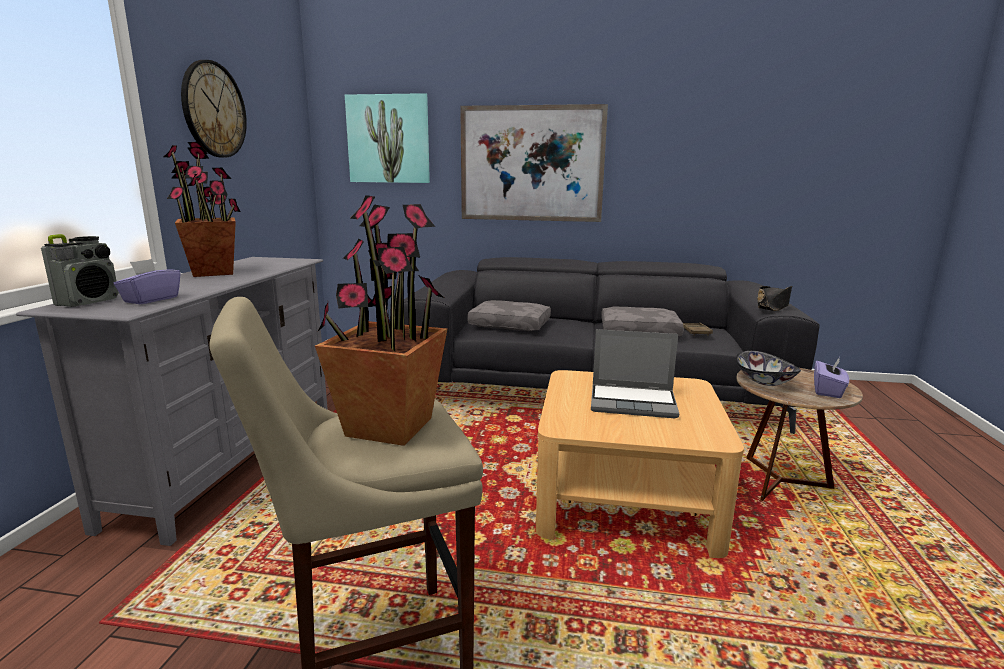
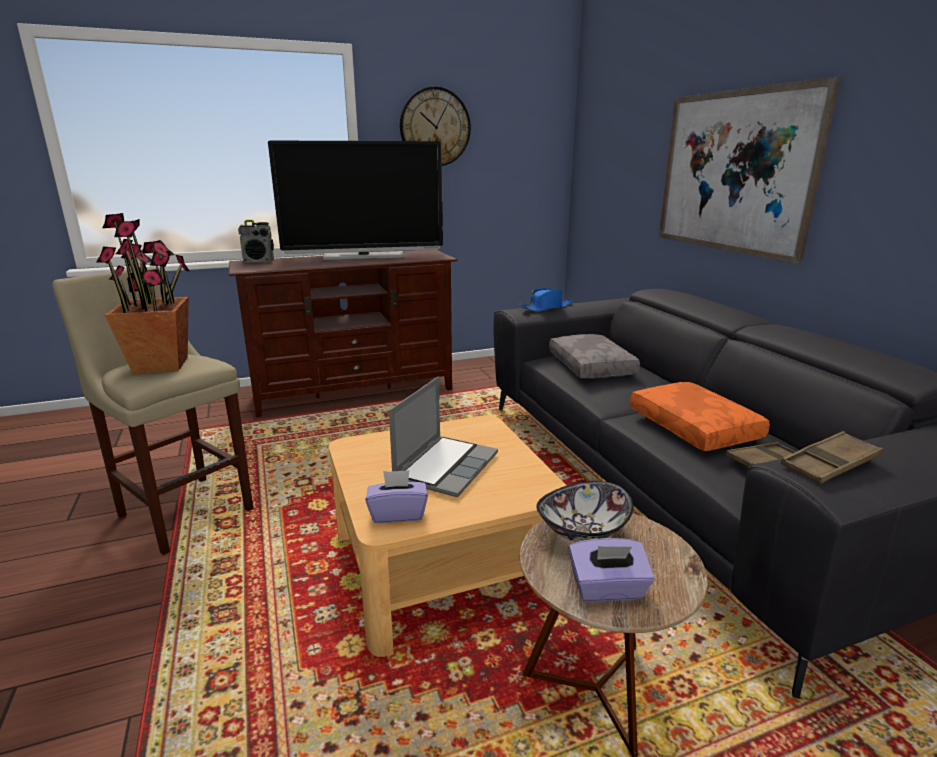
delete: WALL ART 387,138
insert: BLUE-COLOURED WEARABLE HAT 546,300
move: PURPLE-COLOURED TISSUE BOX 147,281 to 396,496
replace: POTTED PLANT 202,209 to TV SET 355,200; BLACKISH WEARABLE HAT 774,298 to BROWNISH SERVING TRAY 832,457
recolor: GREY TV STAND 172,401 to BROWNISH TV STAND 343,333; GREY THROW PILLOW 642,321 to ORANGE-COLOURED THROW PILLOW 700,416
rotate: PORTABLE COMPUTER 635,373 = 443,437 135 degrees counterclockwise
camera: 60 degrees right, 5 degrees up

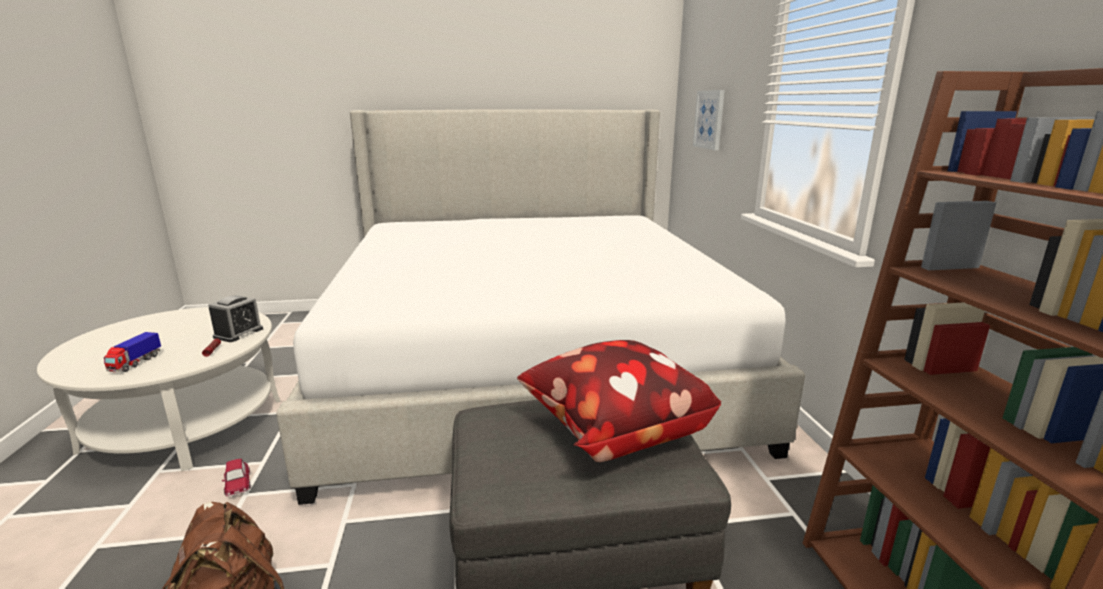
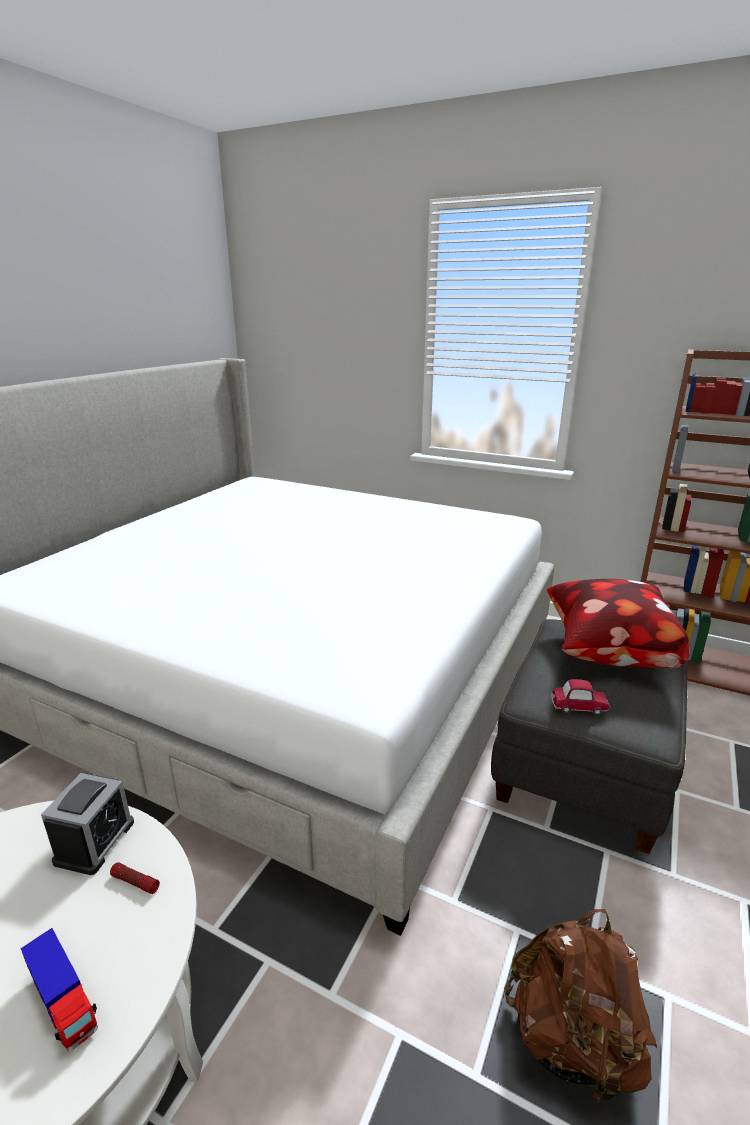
delete: WALL ART 709,120
move: TOY CAR 236,478 to 580,697
rotate: ALARM CLOCK 235,318 = 87,824 45 degrees clockwise
camera: 55 degrees left, 5 degrees up

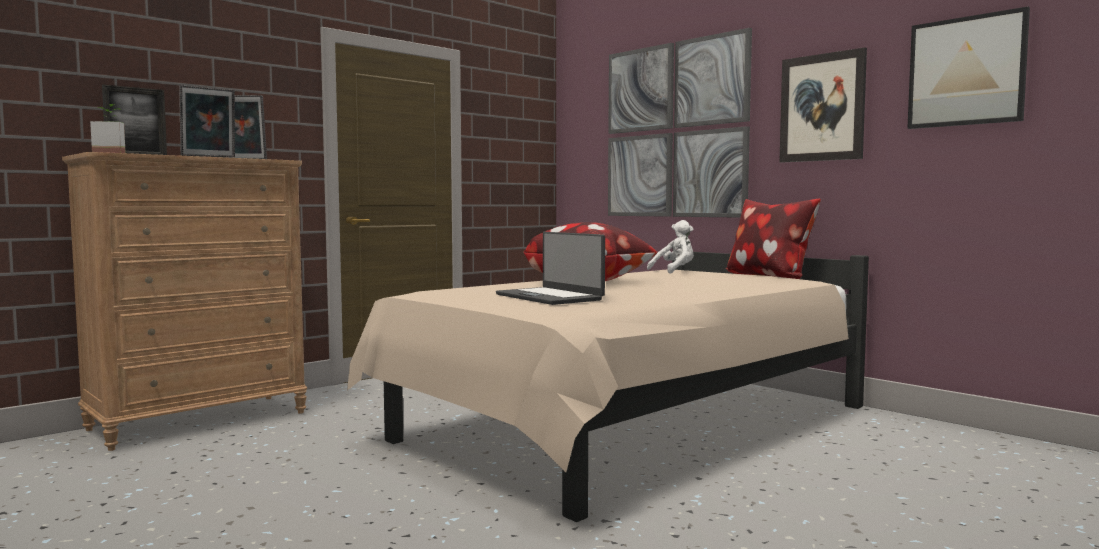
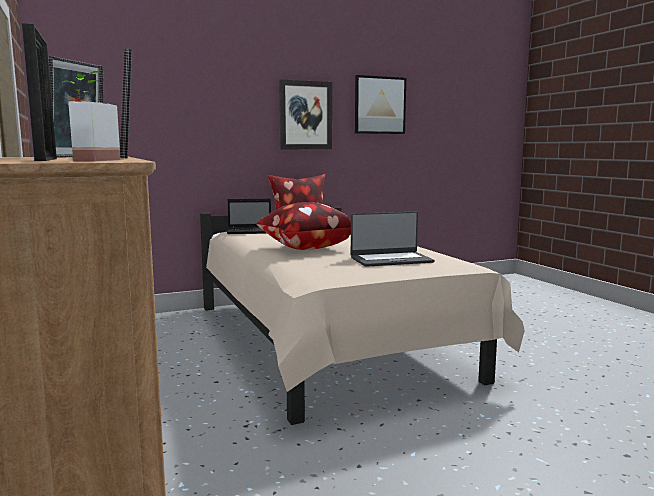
delete: WALL ART 680,123
replace: WHITE SOFT TOY 670,247 to PORTABLE COMPUTER 249,216
camera: 70 degrees left, 5 degrees up

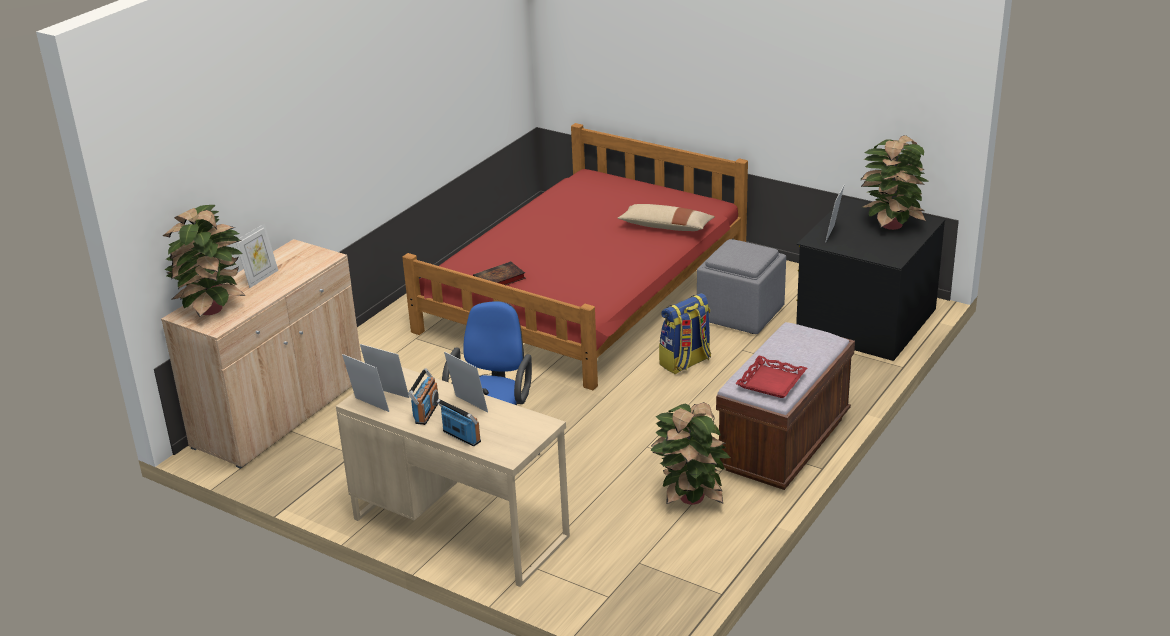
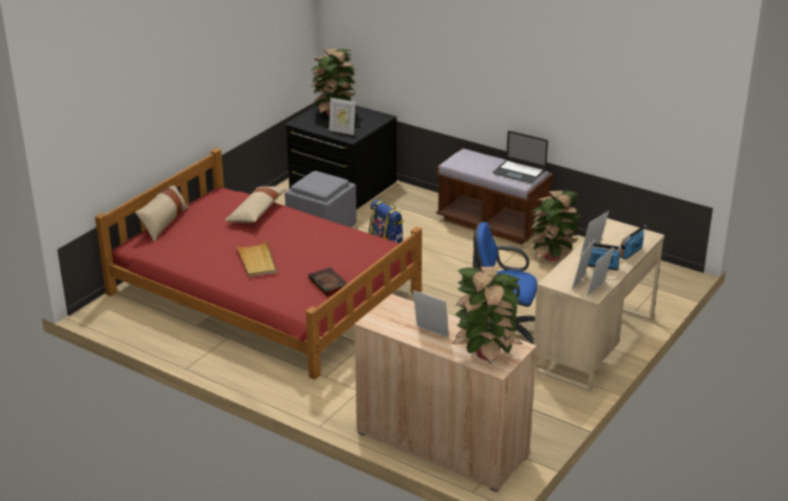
insert: BEIGE THROW PILLOW 161,213; BEIGE SERVING TRAY 256,259
replace: RED SERVING TRAY 771,377 to PORTABLE COMPUTER 520,157
camera: 90 degrees left, 0 degrees up

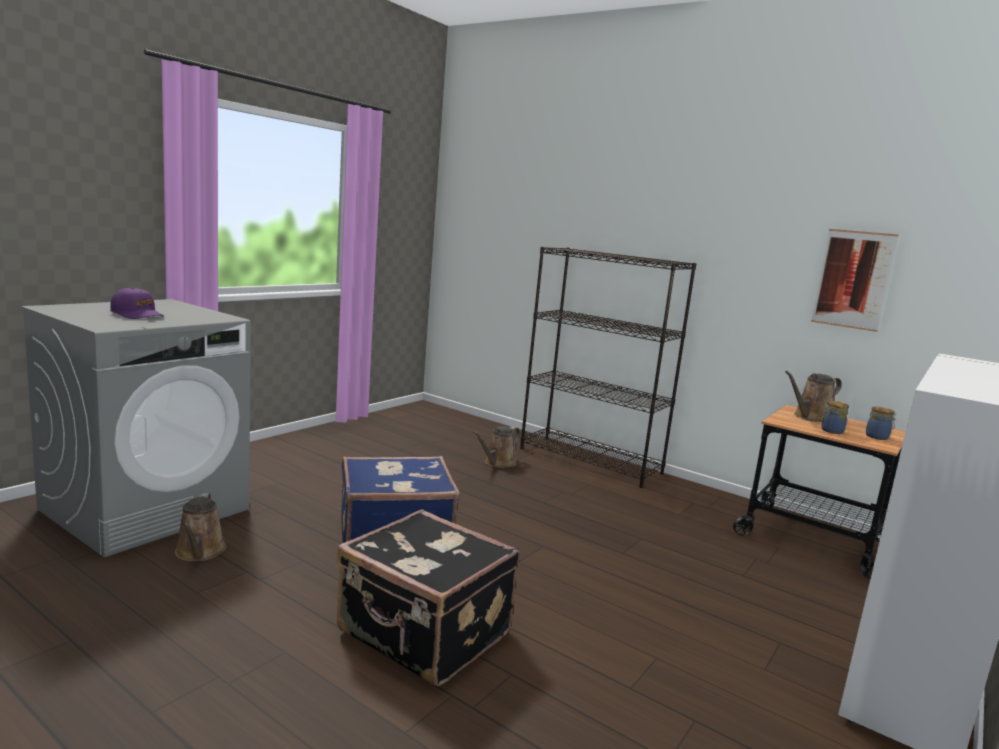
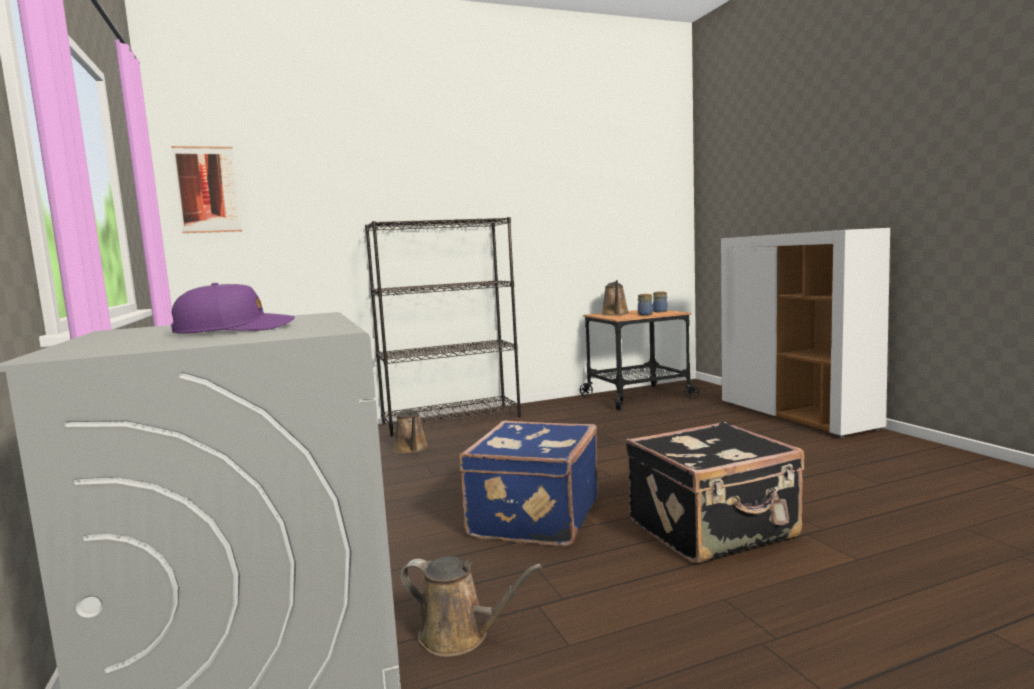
move: WALL ART 855,280 to 206,189
camera: 55 degrees left, 5 degrees down

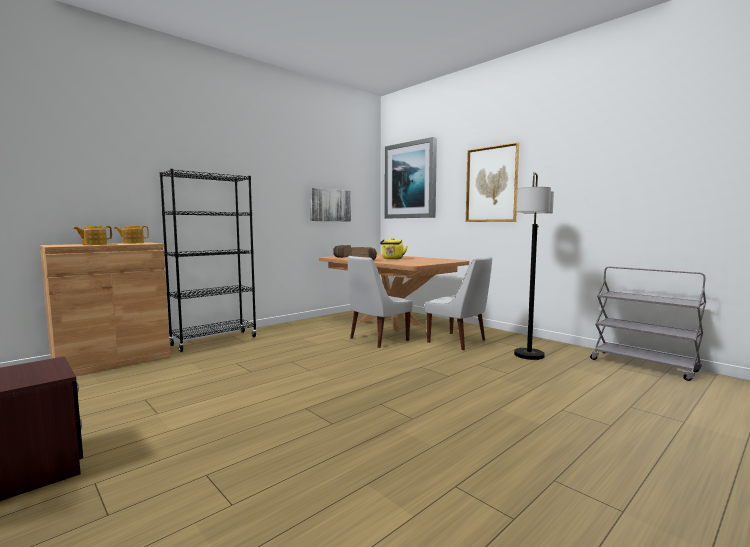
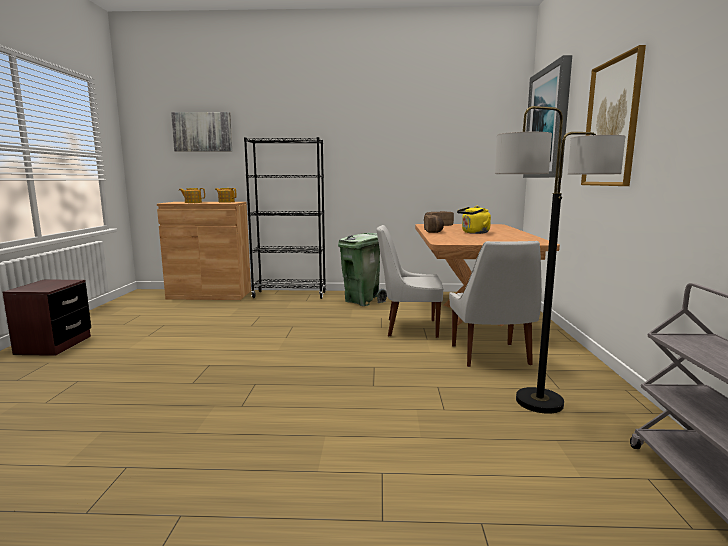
insert: GREEN-COLOURED TRASH CAN 362,269
move: WALL ART 330,204 to 201,132
camera: 45 degrees right, 5 degrees up

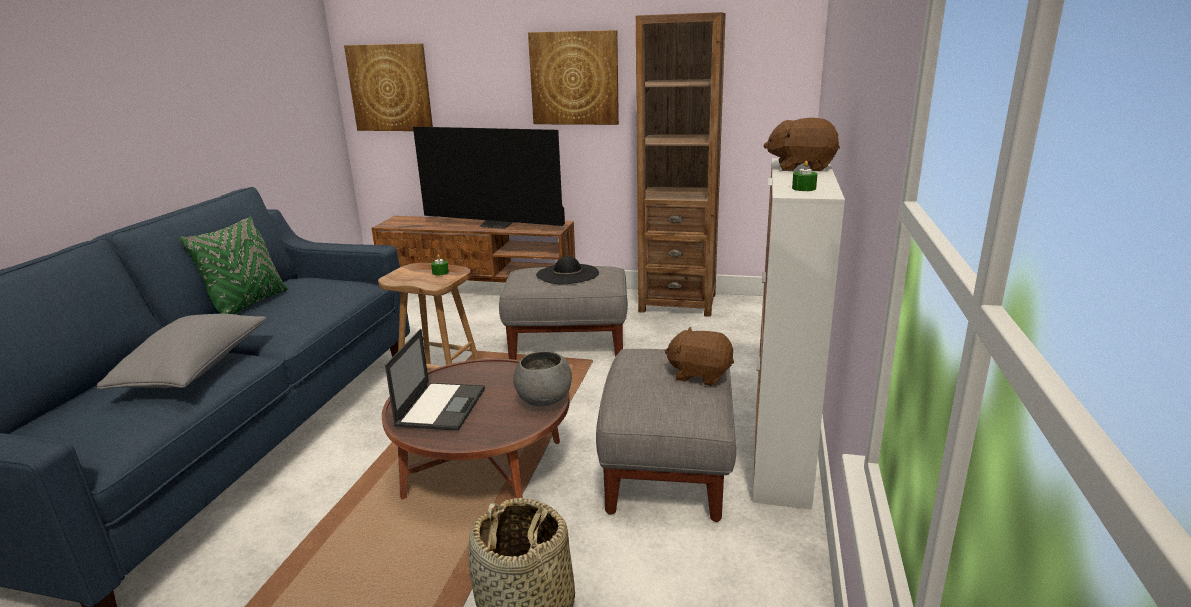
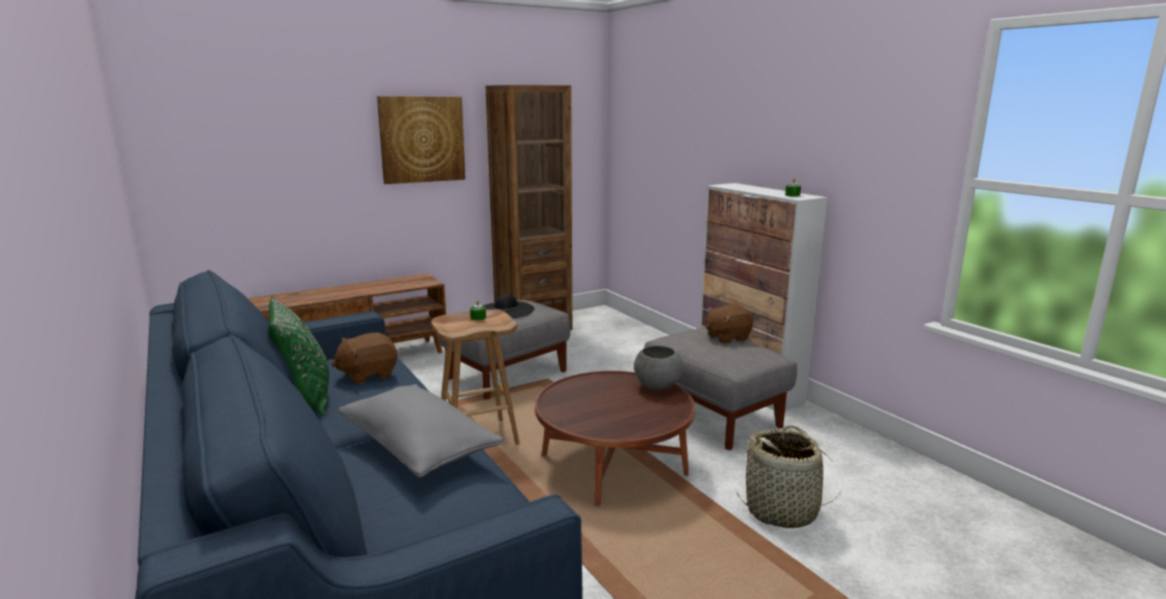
delete: WALL ART 388,87; TV SET 489,178; PORTABLE COMPUTER 435,380
move: BROWNISH SOFT TOY 802,144 to 364,358
camera: 45 degrees left, 5 degrees down

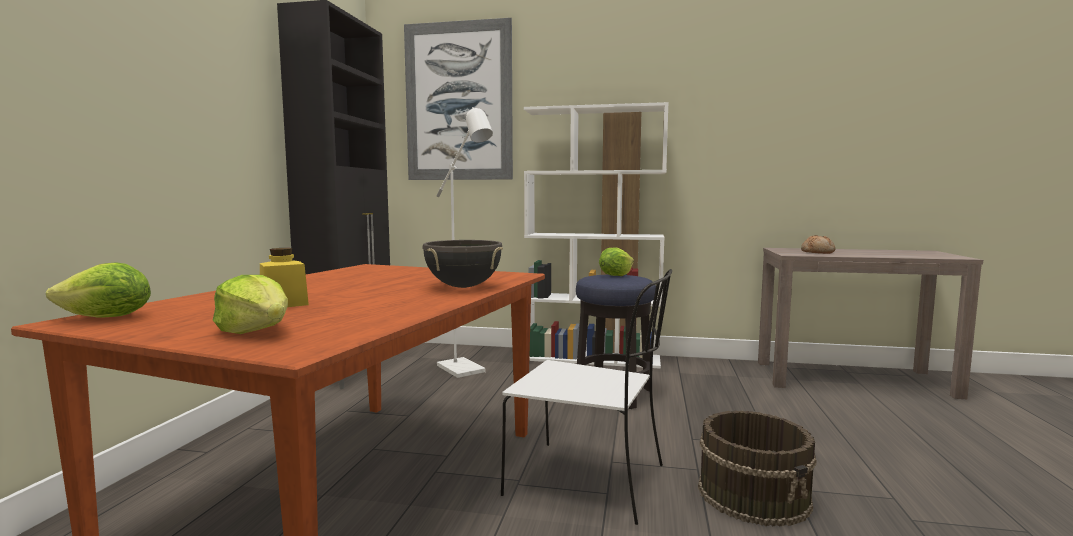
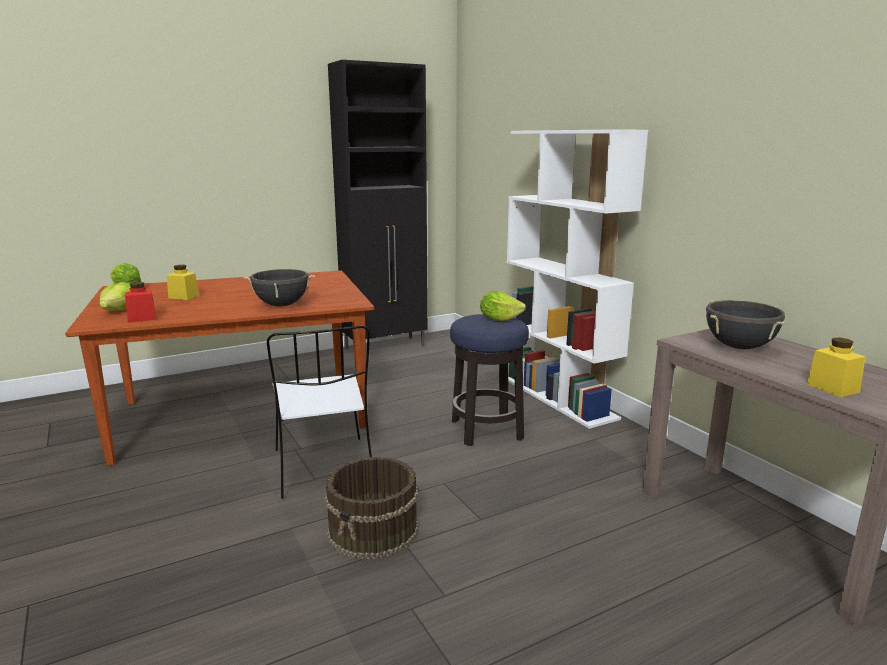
delete: WALL ART 458,99; WHITE FLOOR LAMP 464,242
insert: RED JAR 140,302; YELLOW JAR 836,367
replace: BAKERY BREAD 818,244 to BLACKISH STOCKPOT 745,324
camera: 50 degrees right, 10 degrees up

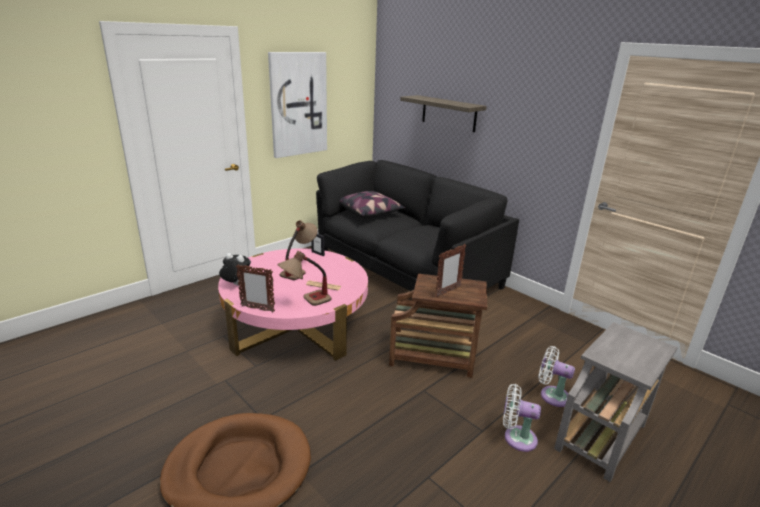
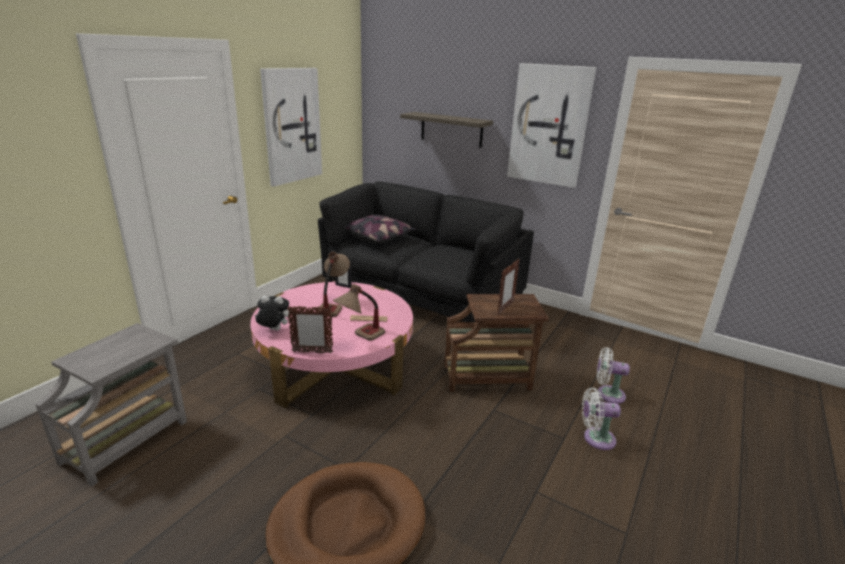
insert: WALL ART 551,125
move: GREY ACCENT TABLE 616,402 to 111,405
camera: 15 degrees left, 0 degrees up

